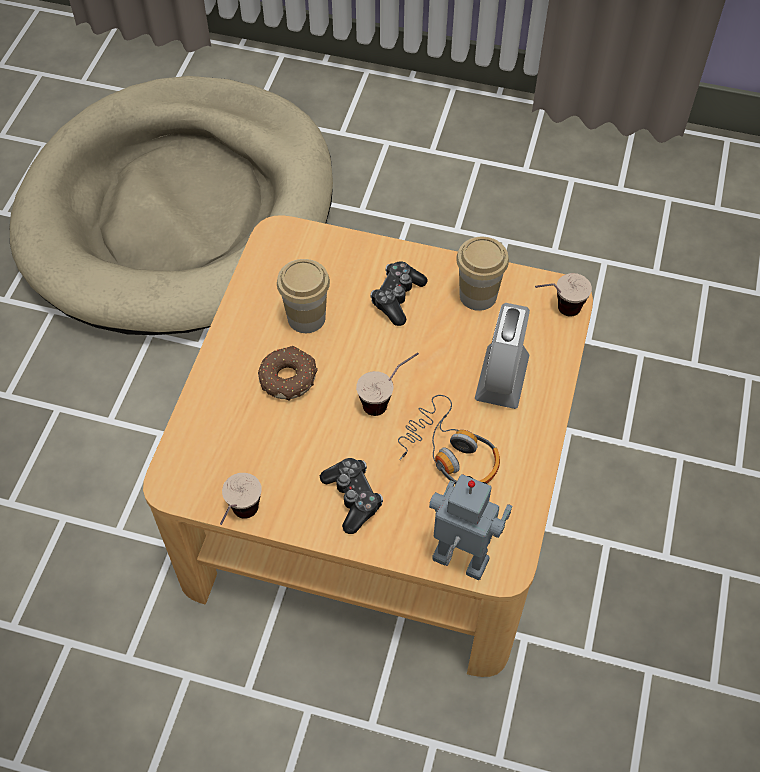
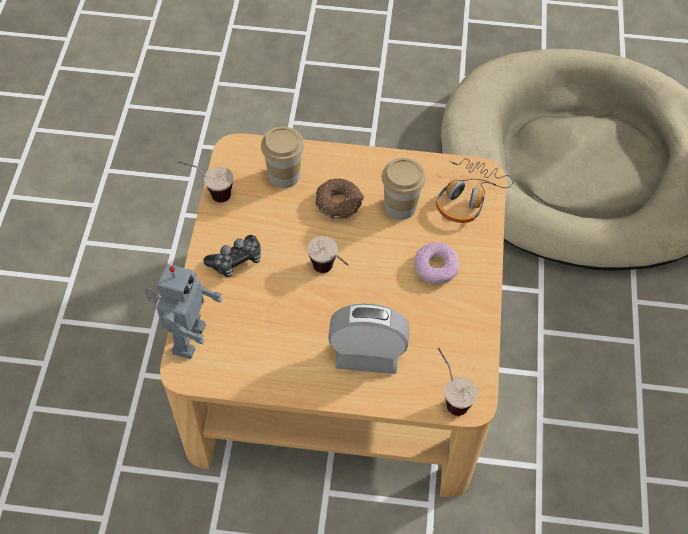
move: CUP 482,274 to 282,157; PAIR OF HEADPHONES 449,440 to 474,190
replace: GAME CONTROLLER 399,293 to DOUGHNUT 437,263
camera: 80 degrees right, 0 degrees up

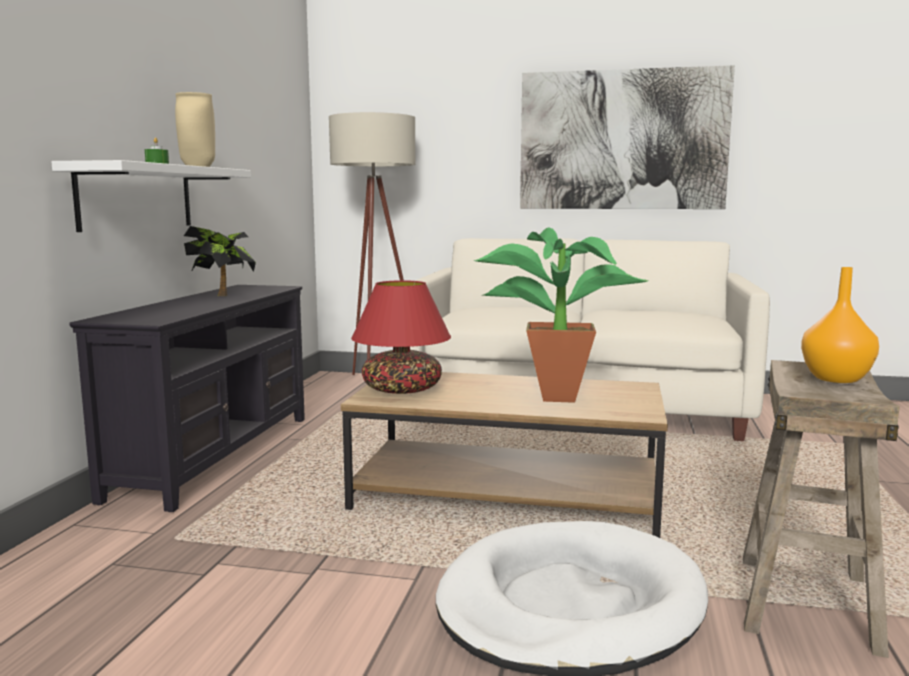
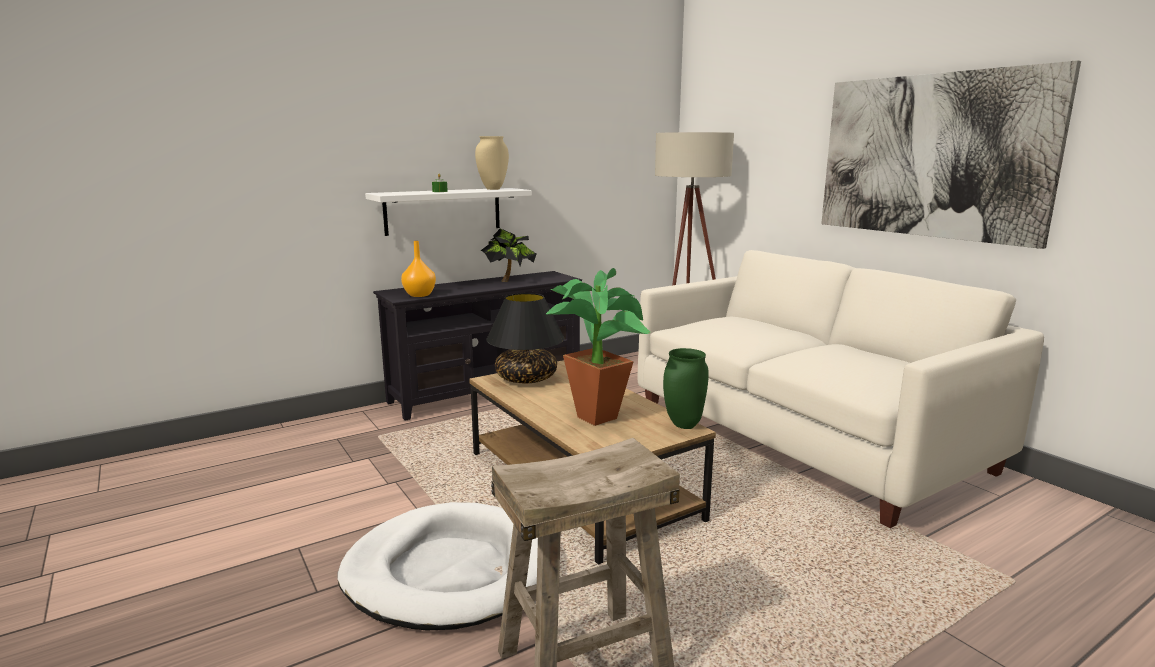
insert: GREEN-COLOURED DECORATIVE VASE 686,388
move: ORANGE-COLOURED DECORATIVE VASE 840,325 to 418,269
recolor: RED TABLE LAMP 401,337 to BLACKISH TABLE LAMP 525,338
camera: 45 degrees right, 5 degrees up

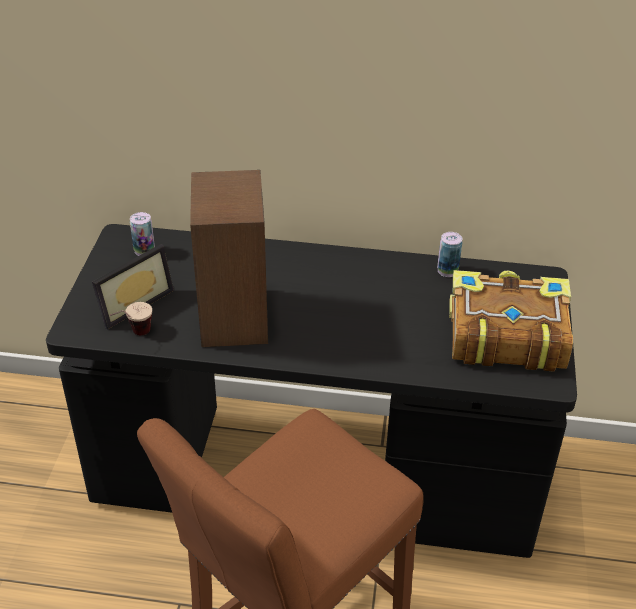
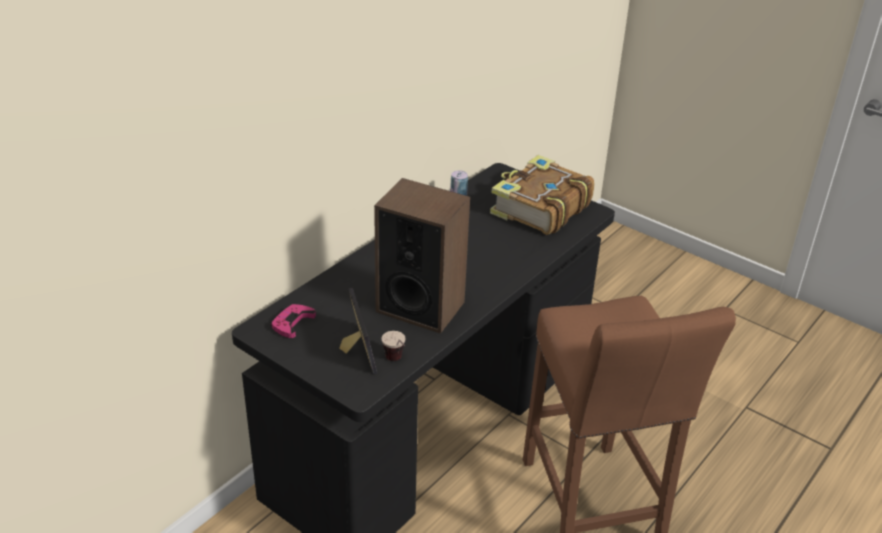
replace: SEALED CAN 142,234 to PINKISH GAME CONTROLLER 293,321
camera: 60 degrees left, 5 degrees down

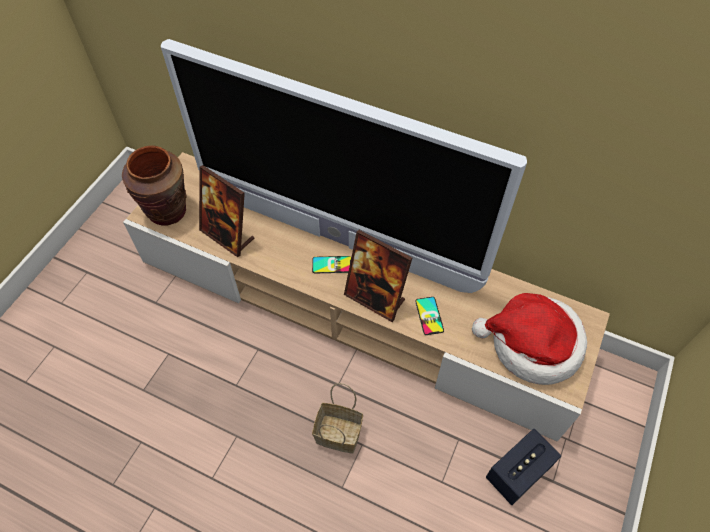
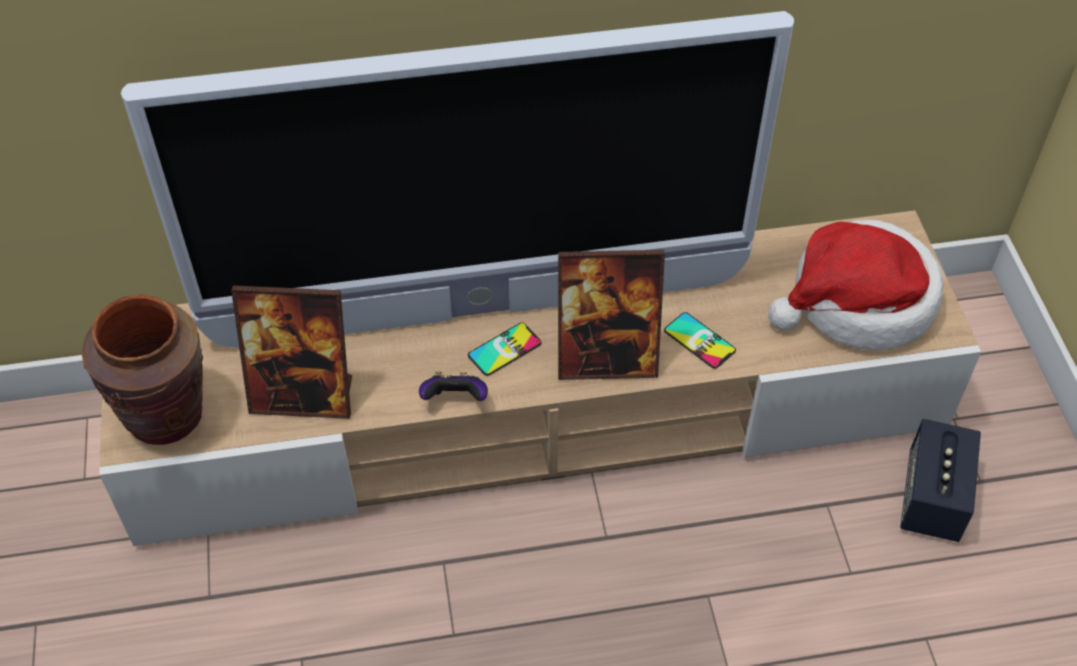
delete: HOUSEHOLD BASKET 337,418
insert: GAME CONTROLLER 453,386
camera: 35 degrees left, 5 degrees down

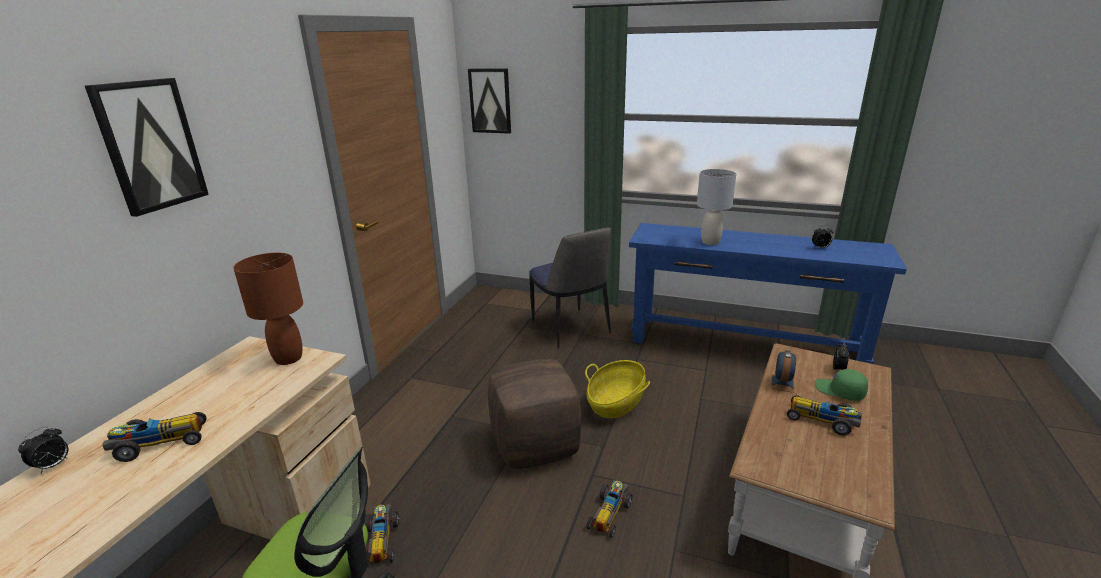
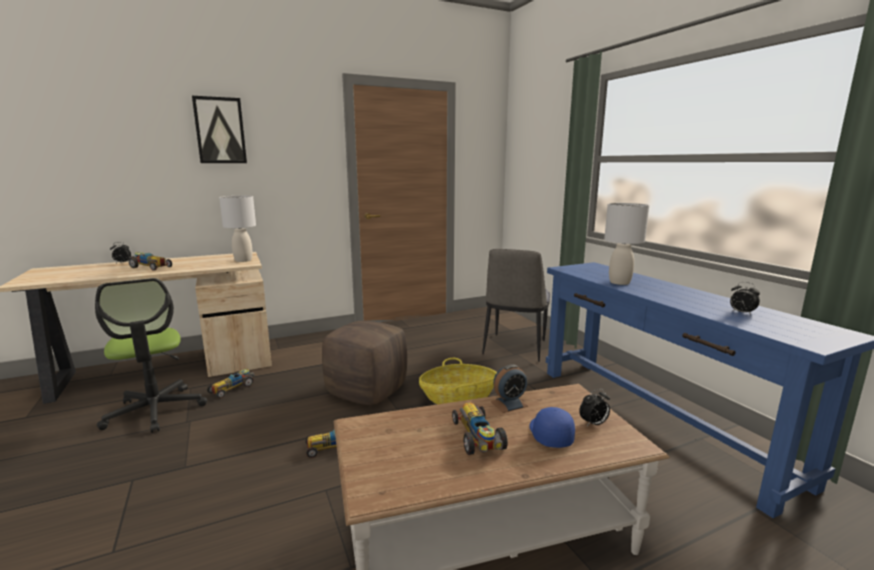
delete: WALL ART 489,101
recolor: BROWNISH TABLE LAMP 268,308 to GREY TABLE LAMP 237,229; GREEN-COLOURED PEAKED CAP 841,385 to BLUE-COLOURED PEAKED CAP 552,427
camera: 45 degrees right, 10 degrees down

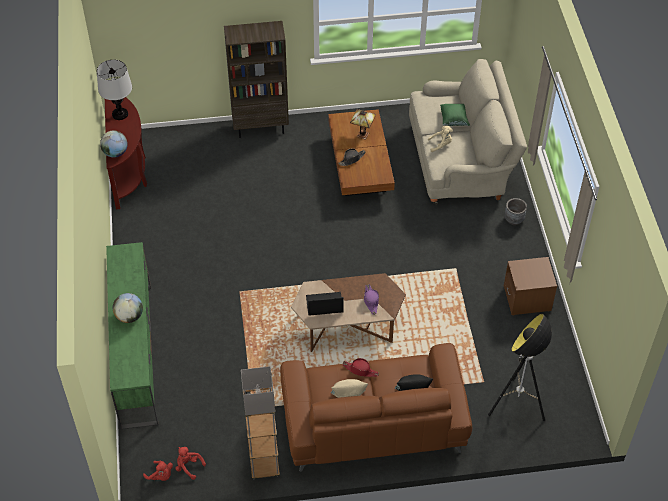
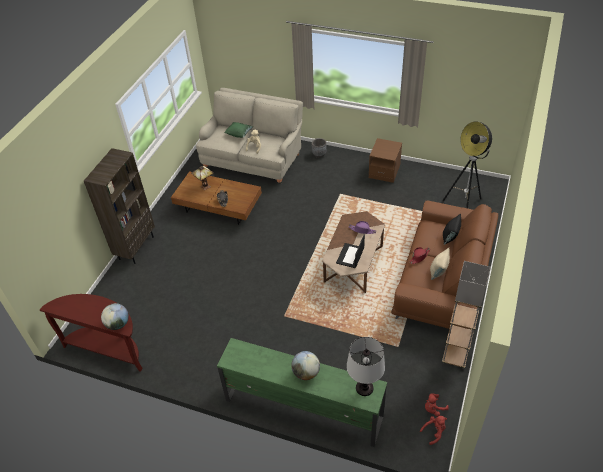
move: TABLE LAMP 114,90 to 366,366
camera: 60 degrees left, 5 degrees down

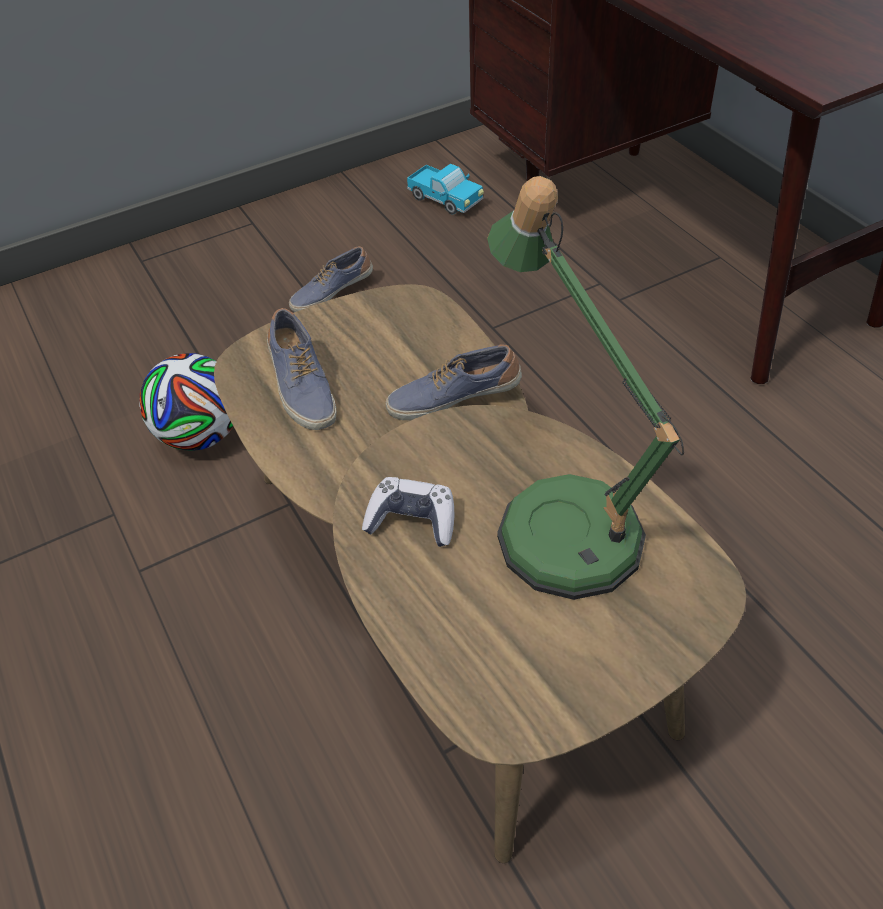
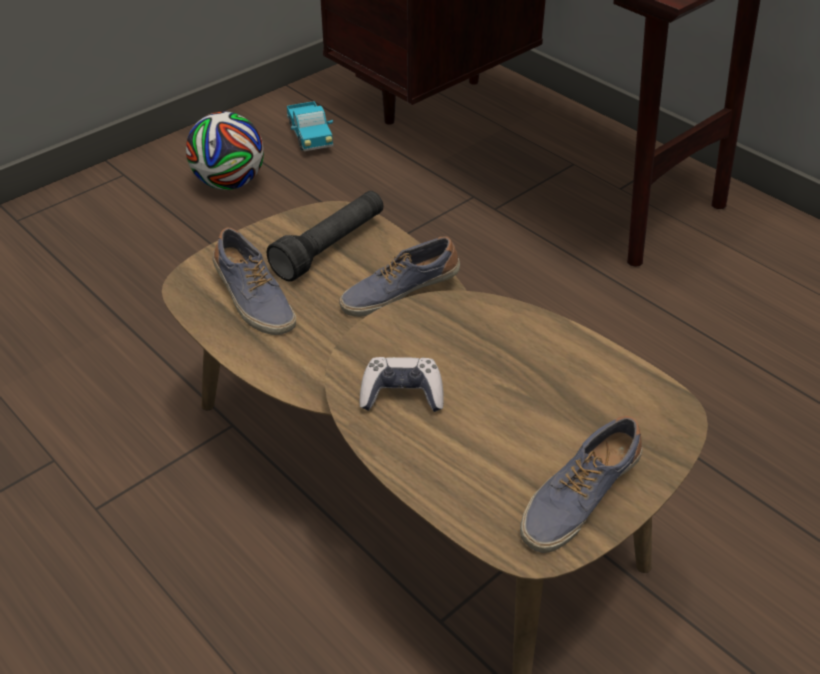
delete: TABLE LAMP 585,388
insert: BLACKISH TORCH 325,236
move: ITEM OF FOOTWEAR 331,279 to 581,484; BALL FOR FOOTBALL 186,402 to 225,151
rotate: MODEL TRUCK 445,189 = 310,126 45 degrees clockwise
camera: 15 degrees left, 5 degrees down

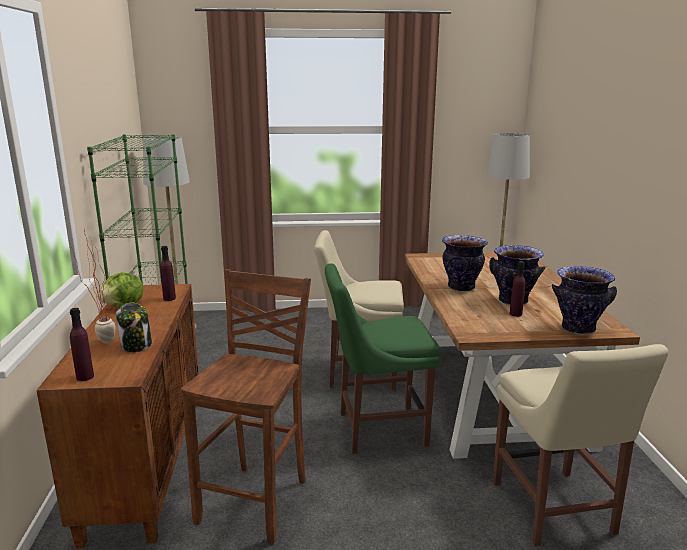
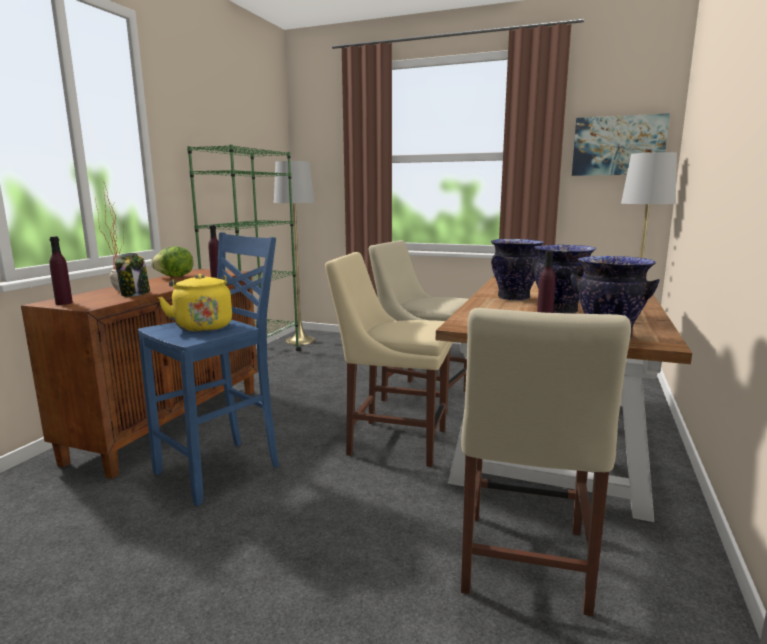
insert: WALL ART 621,144; YELLOW KETTLE 195,303
recolor: GREEN-COLOURED CHAIR 382,359 to BEIGE CHAIR 388,359; BROWNISH SITTING STOOL 246,406 to BLUE-COLOURED SITTING STOOL 208,369
camera: 25 degrees right, 5 degrees down

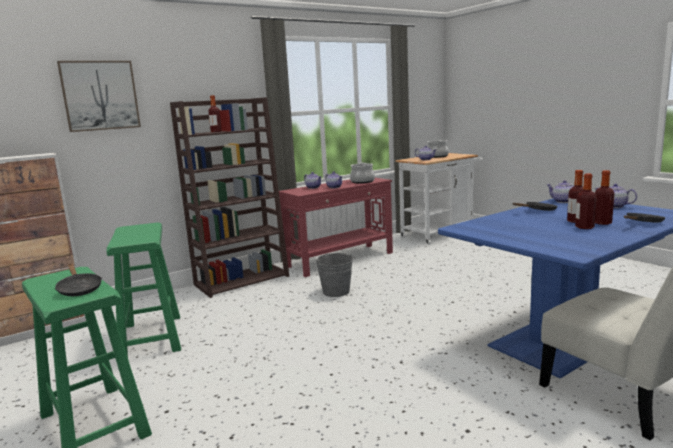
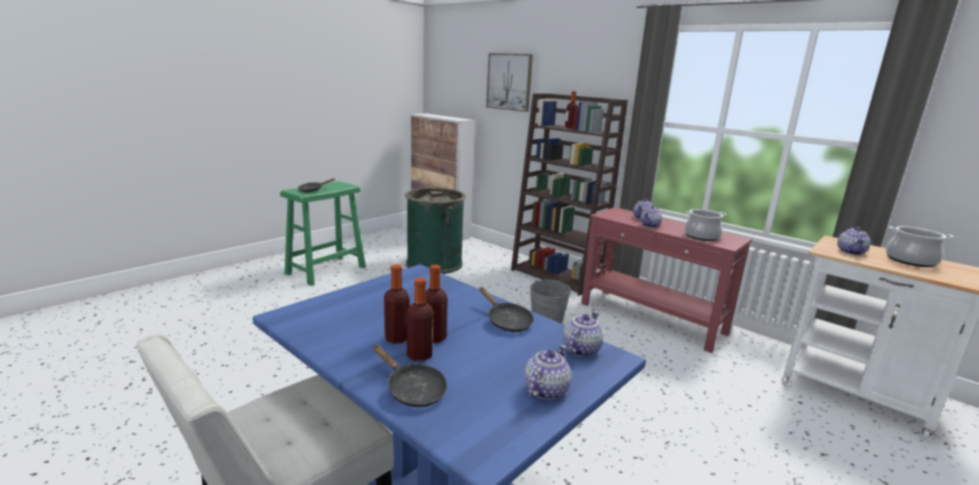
replace: GREEN-COLOURED SITTING STOOL 144,289 to GREEN-COLOURED TRASH CAN 435,231
camera: 75 degrees right, 5 degrees up

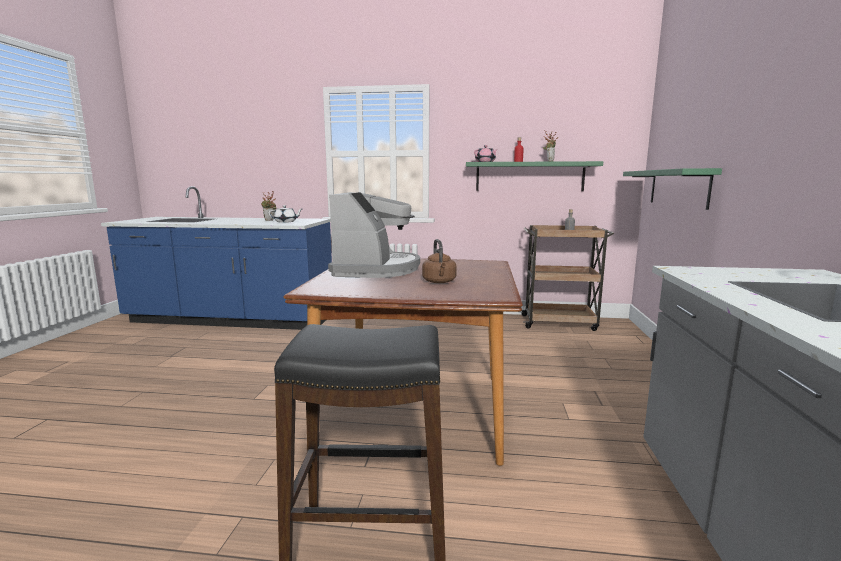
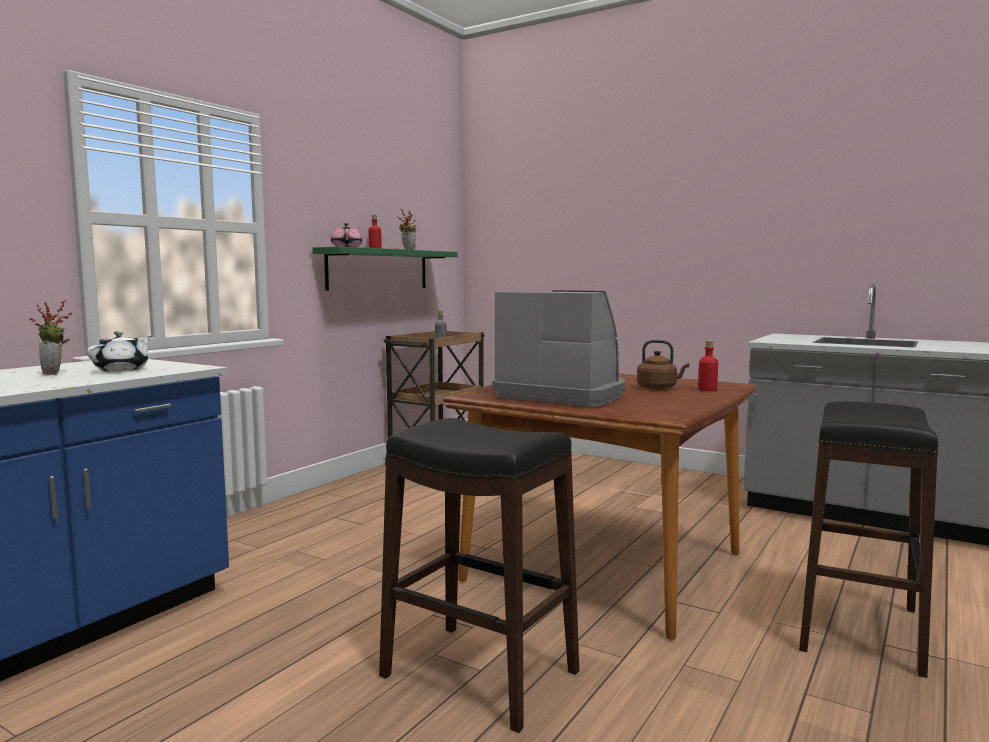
delete: GREEN-COLOURED SHELF 672,189
insert: RED DRINK BOTTLE 708,365; BLACKISH SITTING STOOL 479,575
camera: 65 degrees left, 5 degrees down

